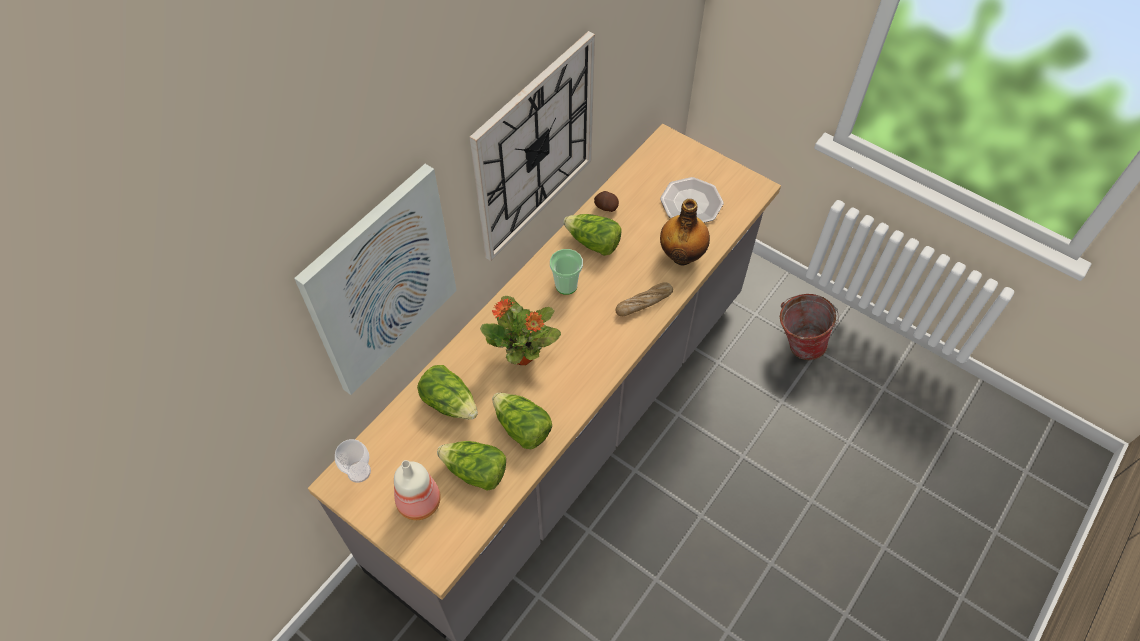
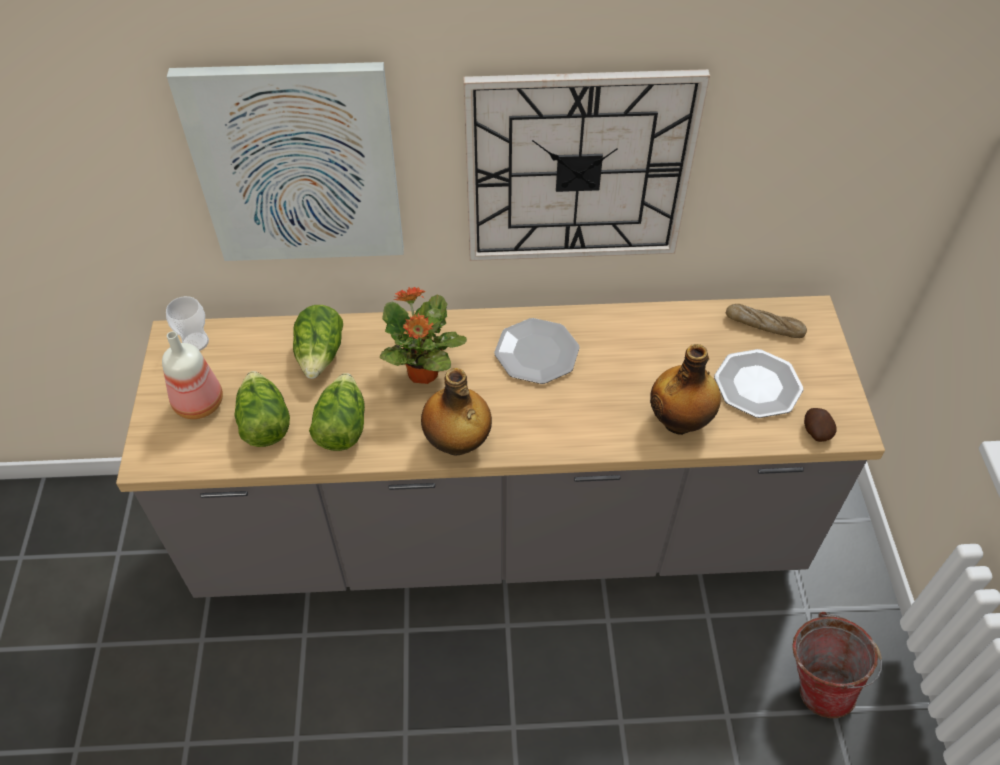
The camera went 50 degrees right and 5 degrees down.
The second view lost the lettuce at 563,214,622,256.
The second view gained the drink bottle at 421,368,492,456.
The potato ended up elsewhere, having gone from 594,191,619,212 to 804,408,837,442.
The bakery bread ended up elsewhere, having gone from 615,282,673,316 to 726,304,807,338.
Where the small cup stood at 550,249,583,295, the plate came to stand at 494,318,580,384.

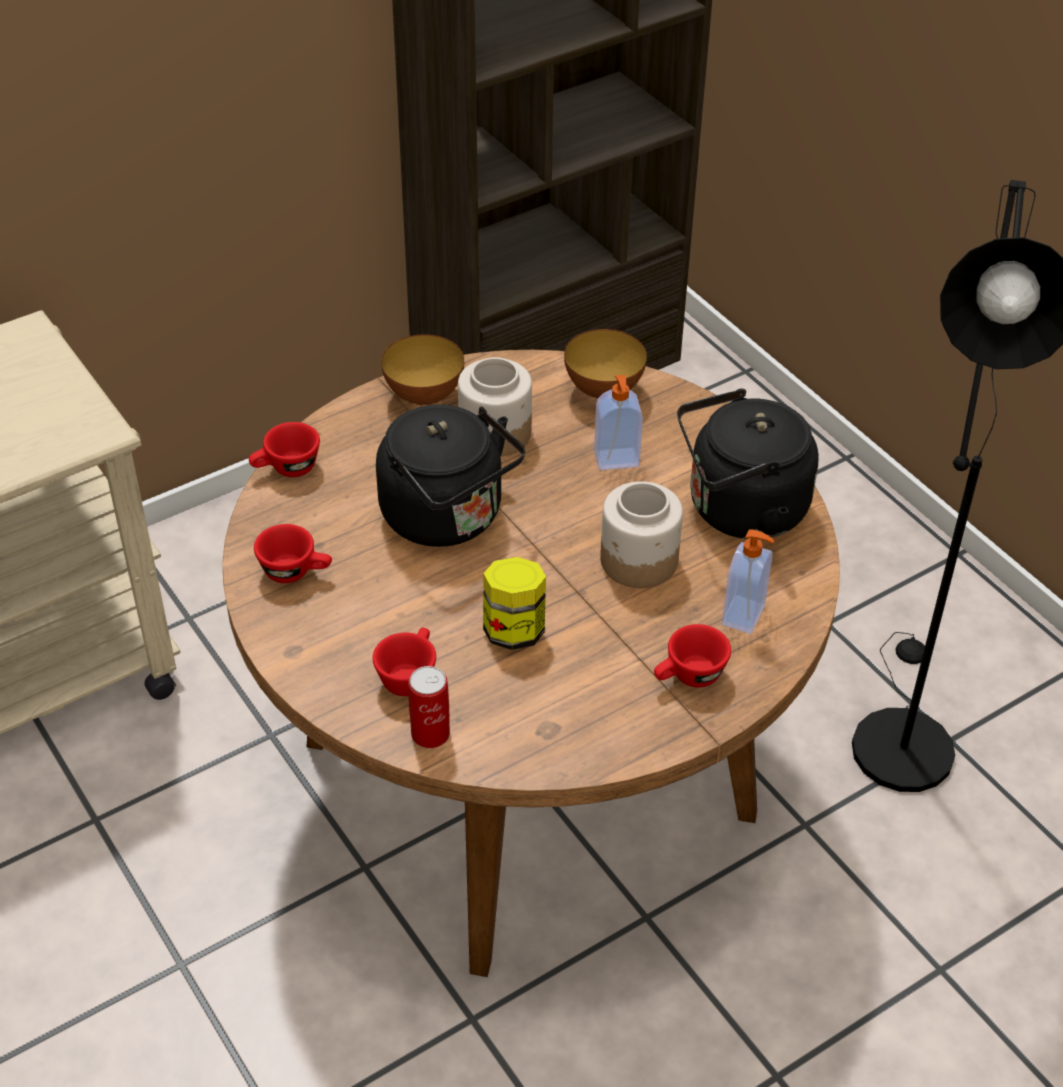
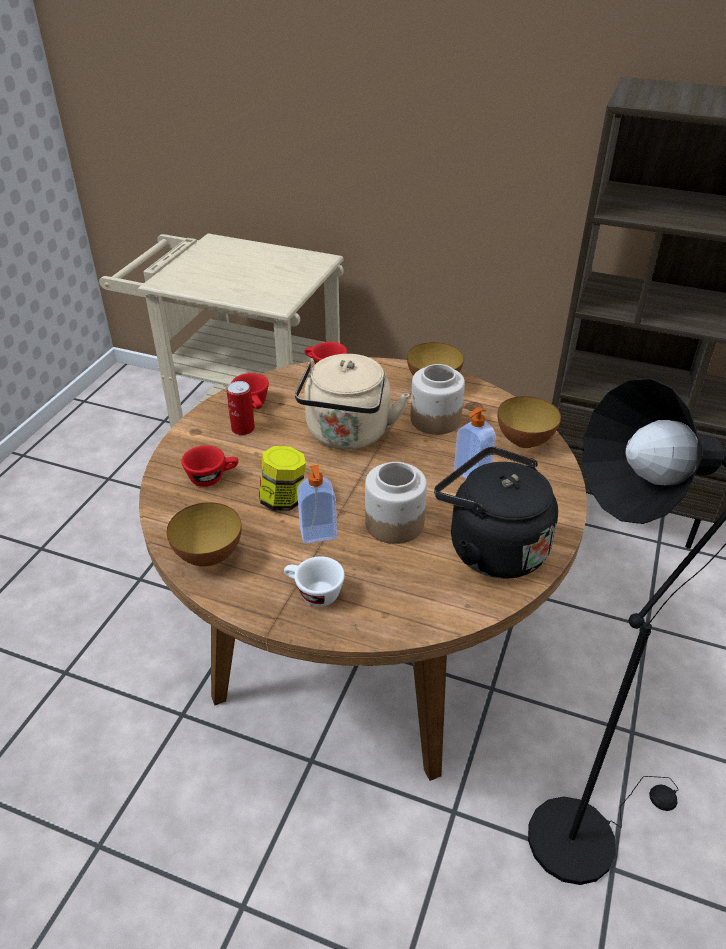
The camera went 55 degrees right and 5 degrees down.
The second view gained the bowl at 166,502,242,566.
The sealed can ended up elsewhere, having gone from 408,666,450,748 to 226,381,255,435.
The soap bottle ended up elsewhere, having gone from 722,529,775,634 to 297,465,337,544.
What was the black kettle at 376,405,525,547 turned into the beige kettle at 295,354,410,450.
What was the reddish small cup at 654,624,731,688 turned into the white small cup at 284,556,345,607.

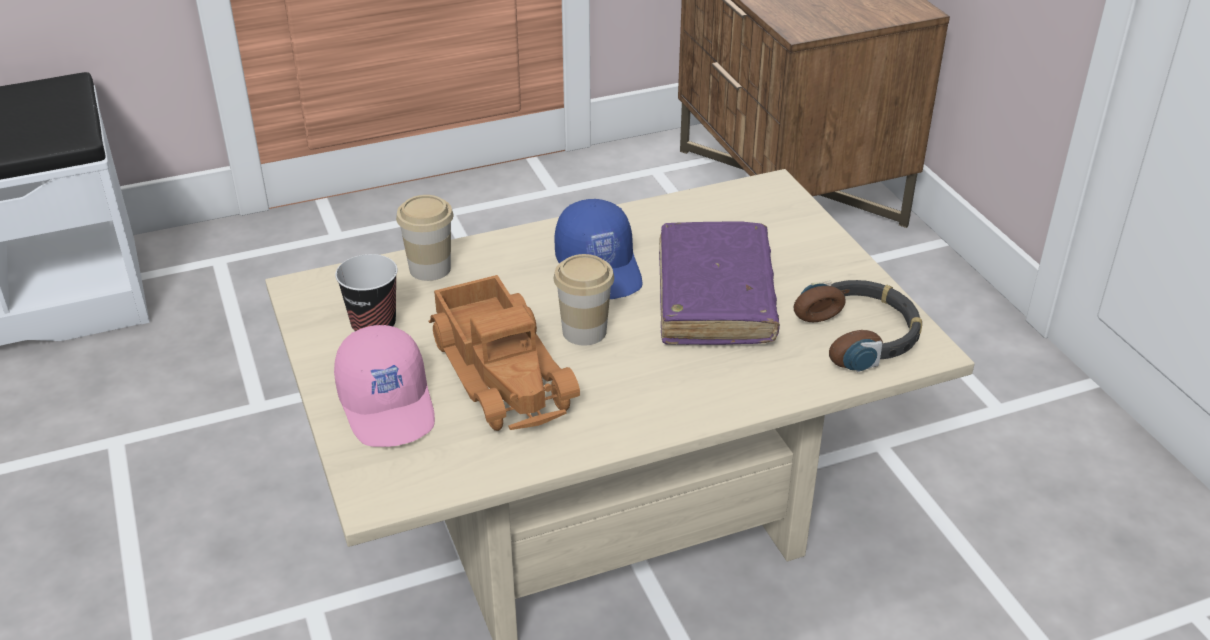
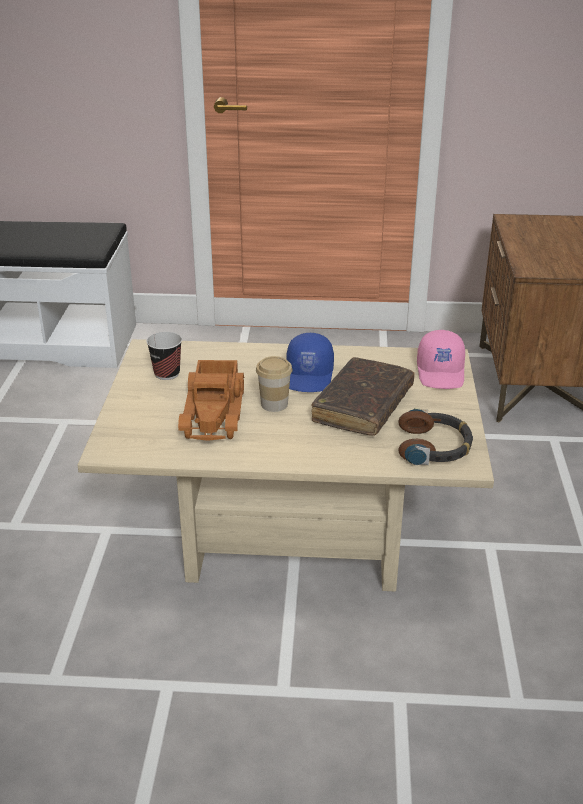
The camera went 25 degrees right and 5 degrees down.
The second view lost the small cup at 396,195,453,281.
The pinkish peaked cap ended up elsewhere, having gone from 334,325,435,447 to 417,330,465,389.
What was the purple bound book at 659,221,780,345 turned into the brownish bound book at 311,357,415,436.

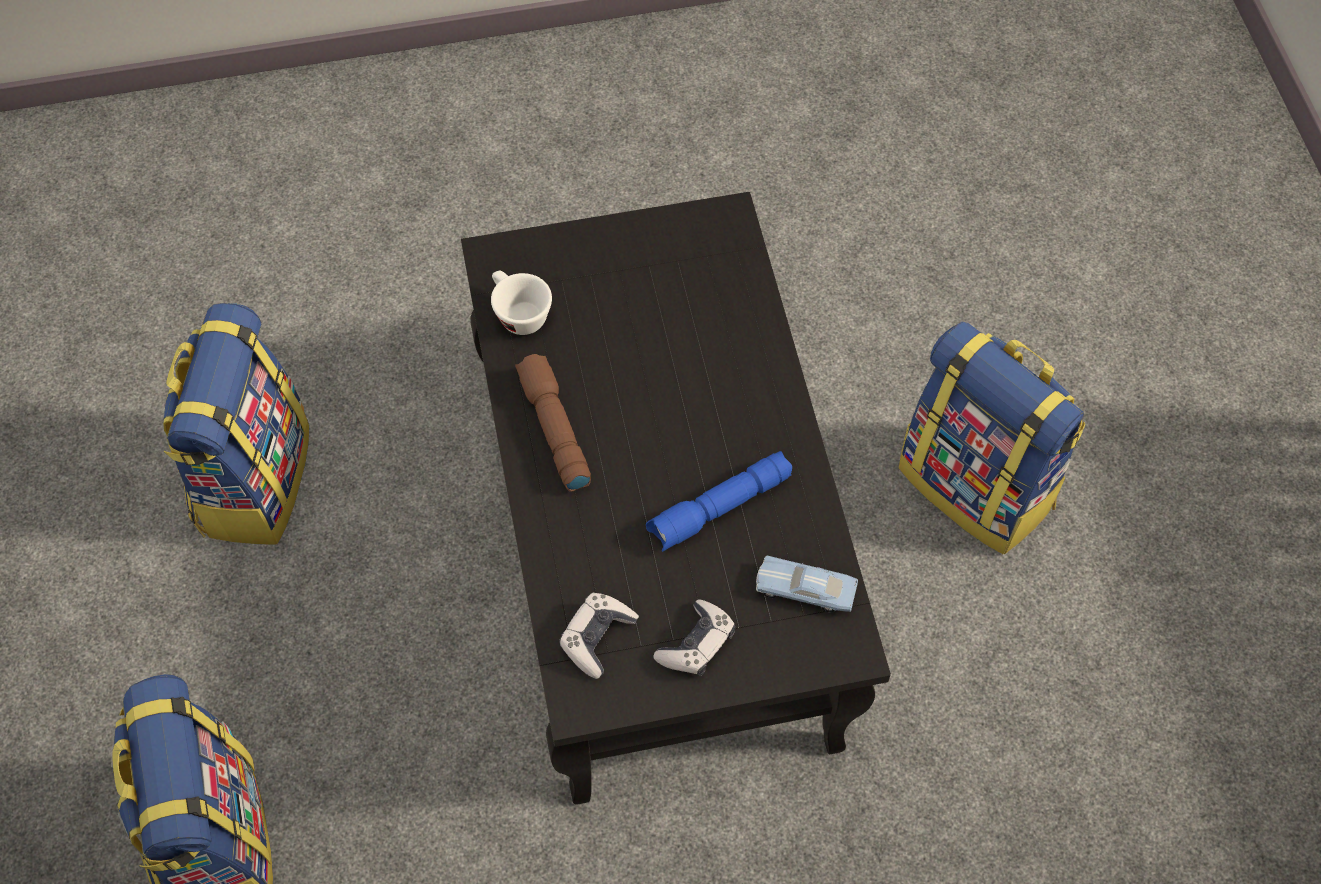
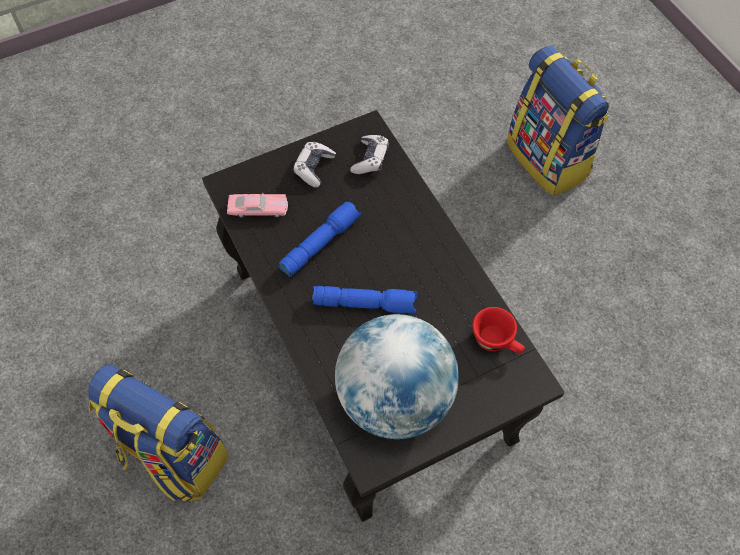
The camera went 165 degrees right and 0 degrees up.
The second view lost the backpack at 163,303,309,545.
The second view lost the brownish flashlight at 515,354,591,492.
The second view gained the blue-coloured flashlight at 312,286,417,313.
The second view gained the desk globe at 335,314,459,439.
What was the white small cup at 491,271,552,335 turned into the reddish small cup at 472,307,525,353.
What was the blue-coloured toy car at 756,556,858,612 turned into the pinkish toy car at 227,193,288,218.

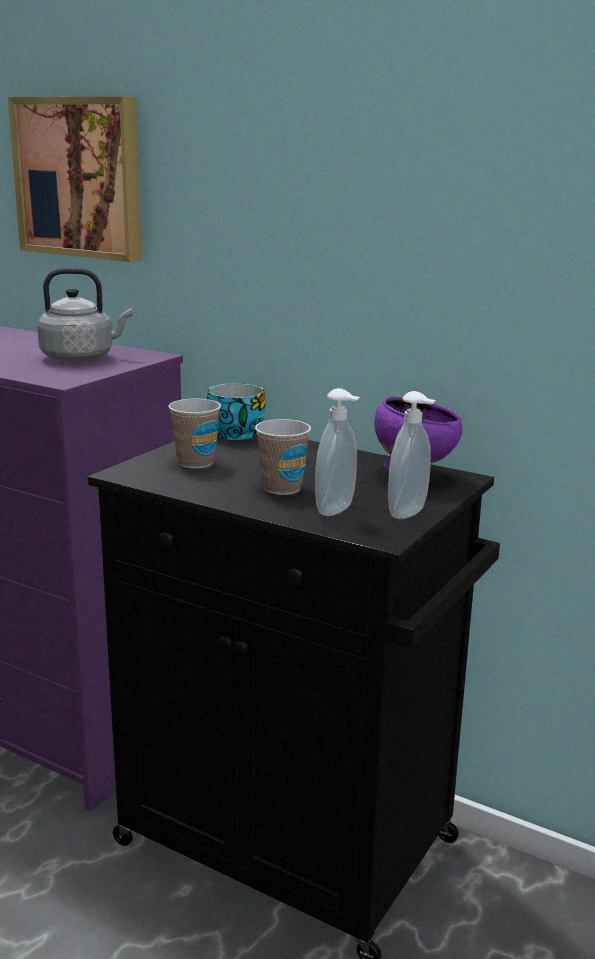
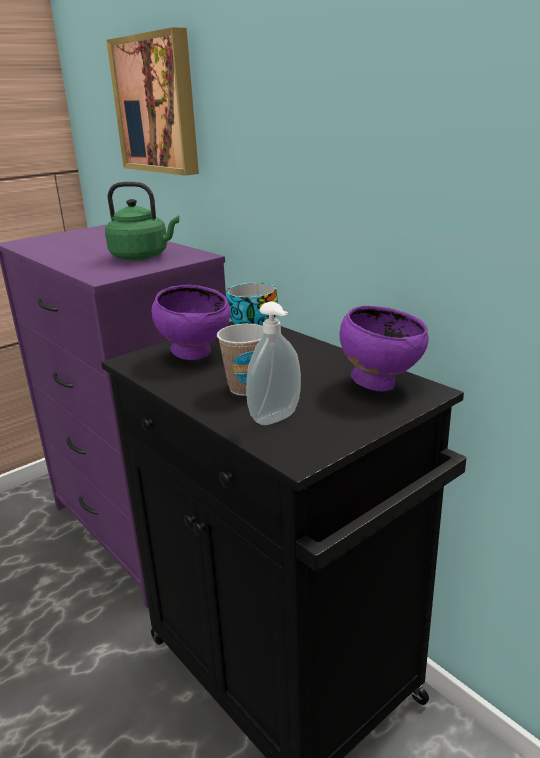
The camera went 20 degrees right and 5 degrees up.
The second view lost the soap bottle at 388,391,436,519.
Where the small cup stood at 168,399,221,469, the purple bowl came to stand at 151,285,231,360.
What was the greyish kettle at 37,268,132,362 turned into the green-coloured kettle at 105,182,179,260.

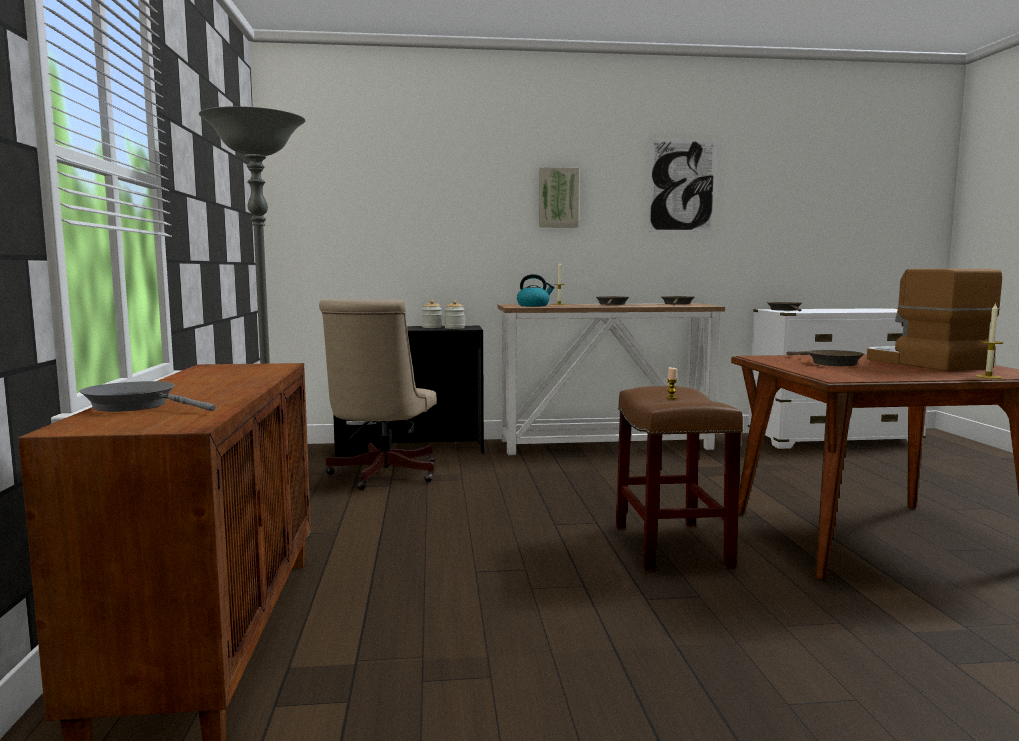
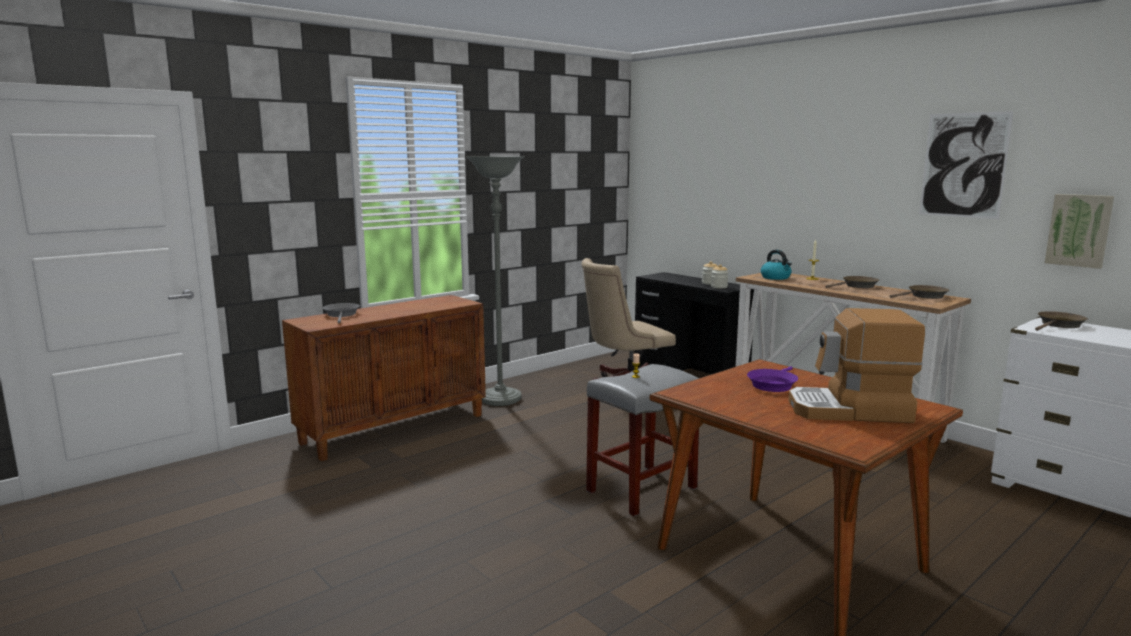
The camera went 55 degrees right and 5 degrees up.
The second view lost the candle at 975,303,1003,379.
The wall picture ended up elsewhere, having gone from 539,167,579,228 to 1045,194,1114,269.
What was the brownish sitting stool at 615,386,743,572 turned into the greyish sitting stool at 586,364,699,517.
What was the brownish pan at 786,350,864,366 turned into the purple pan at 747,366,798,392.
The coffee maker at 867,269,1002,371 ended up facing another way, 120 degrees counterclockwise from before.

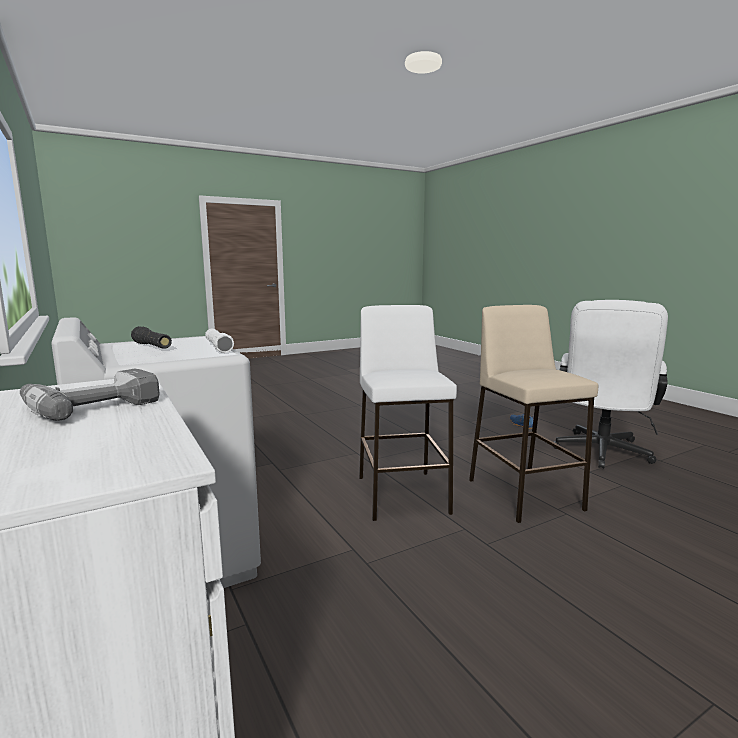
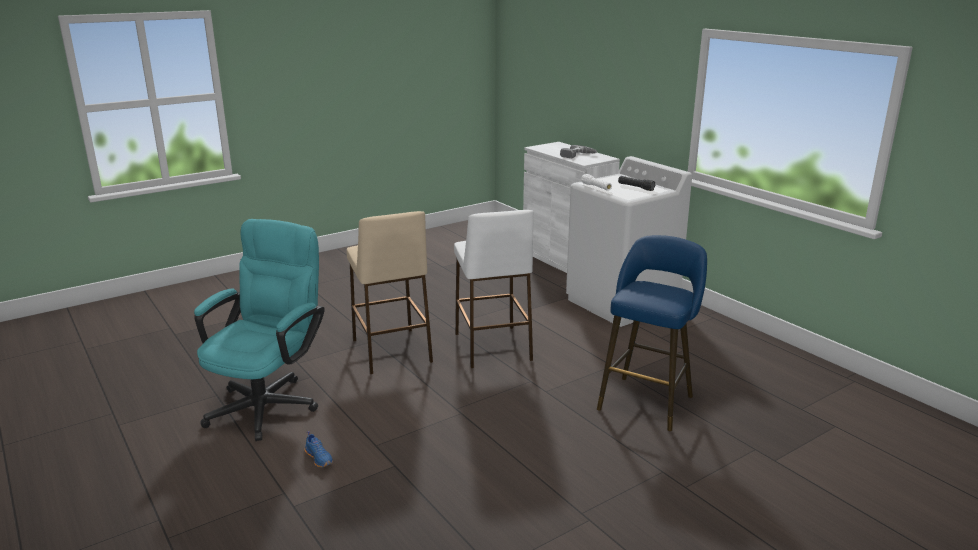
The camera went 175 degrees right and 10 degrees up.
The second view gained the blue-coloured sitting stool at 597,235,707,431.
What was the white computer chair at 553,300,668,468 turned into the blue-green computer chair at 194,219,325,441.

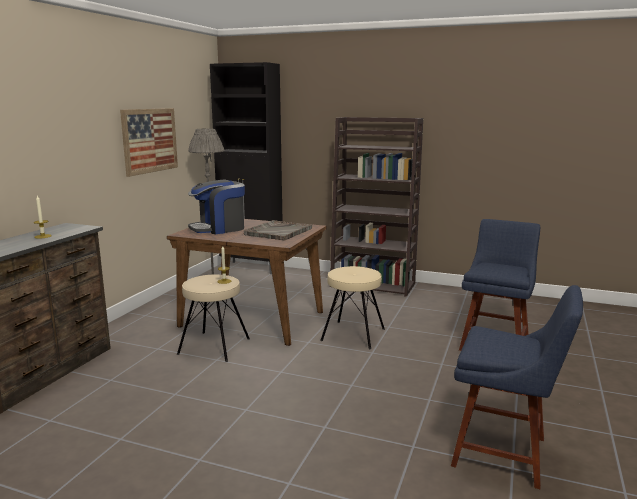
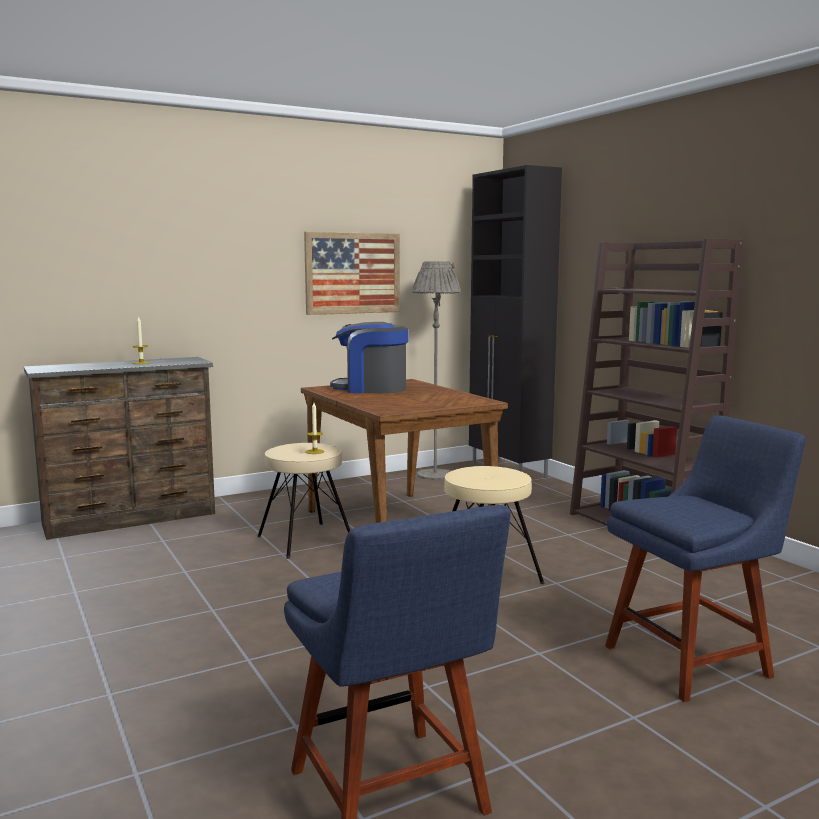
The camera went 40 degrees right and 5 degrees down.
The second view lost the greyish carrying tray at 244,220,312,241.

